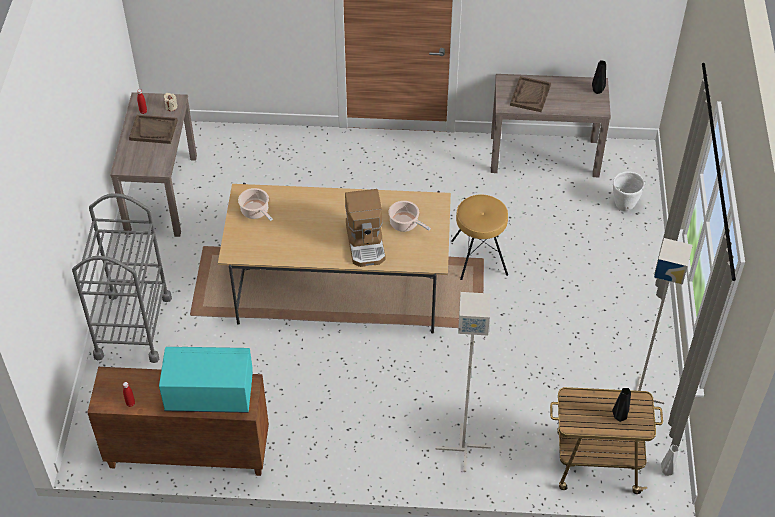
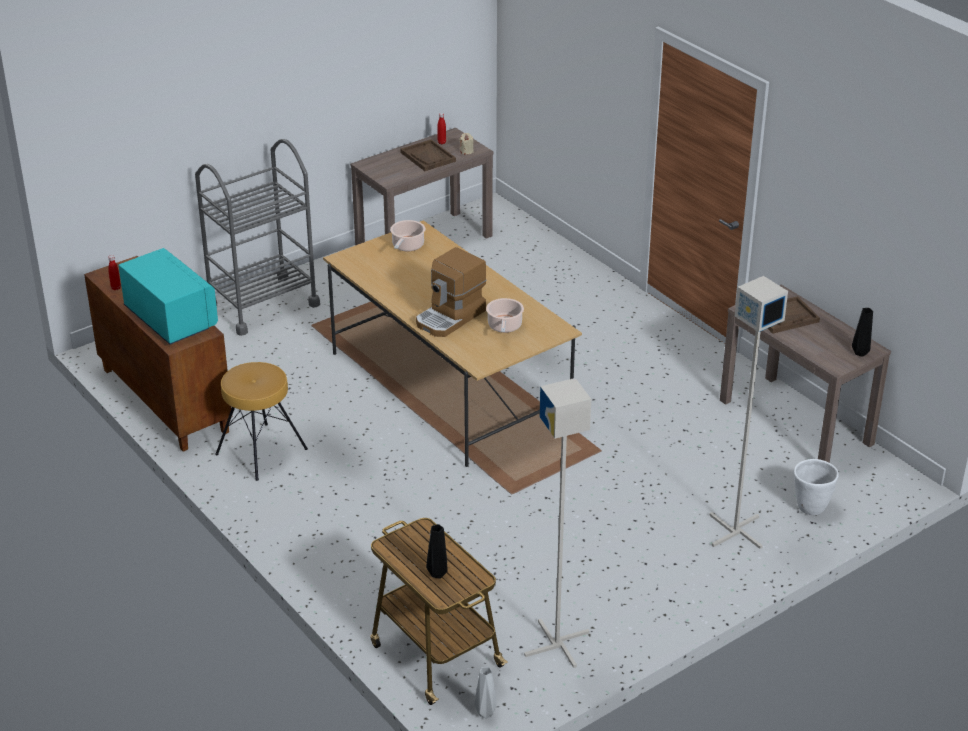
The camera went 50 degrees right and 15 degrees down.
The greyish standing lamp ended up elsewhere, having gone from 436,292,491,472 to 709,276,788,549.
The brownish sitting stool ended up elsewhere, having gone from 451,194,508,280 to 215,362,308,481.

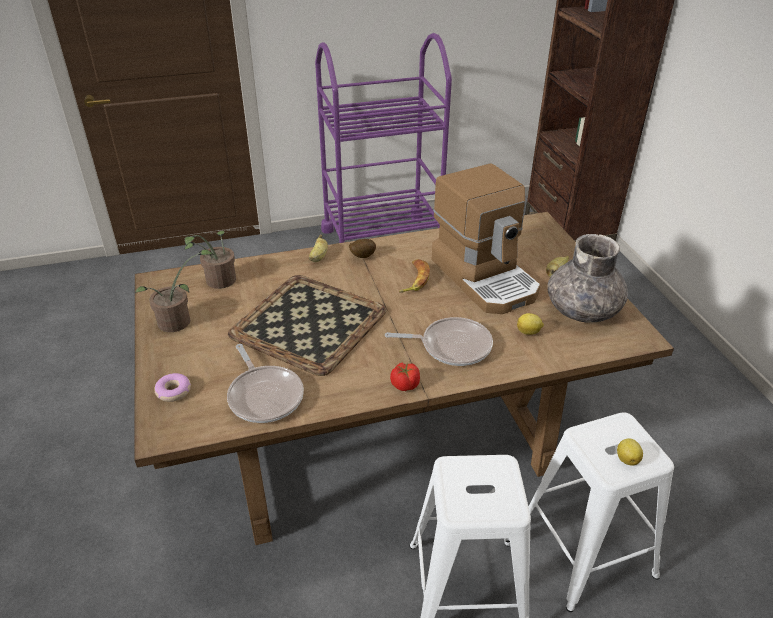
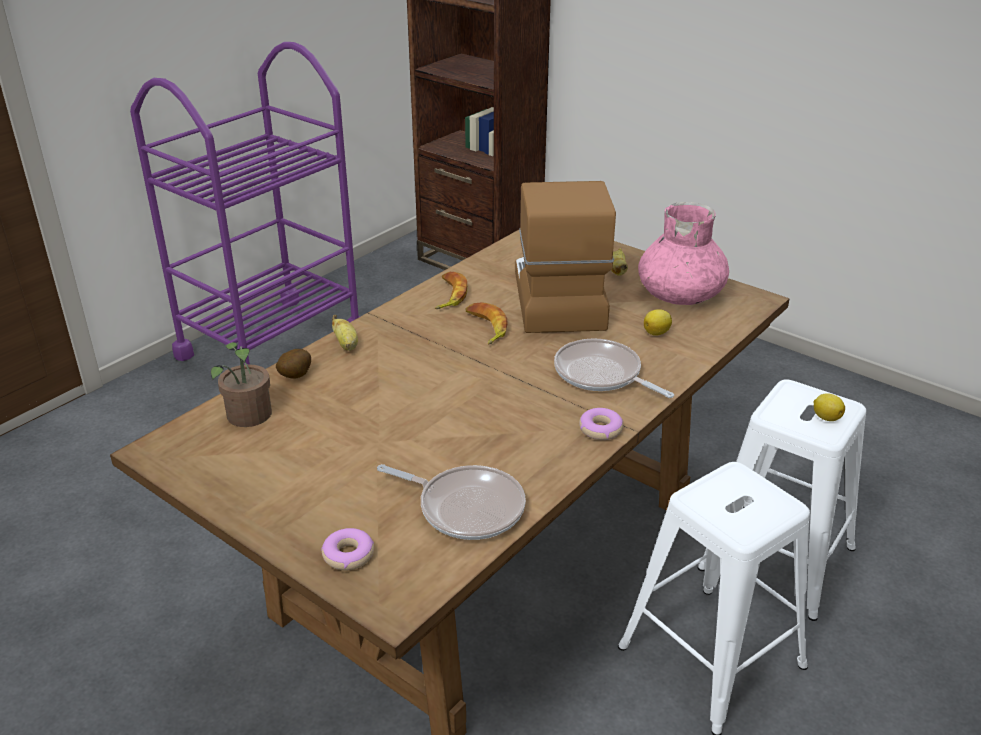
The camera went 35 degrees left and 5 degrees down.
The second view lost the plant in a pot at 135,249,214,332.
The second view lost the carrying tray at 228,275,386,376.
The second view gained the whole banana at 435,272,467,309.
The potato ended up elsewhere, having gone from 349,239,376,258 to 276,349,311,379.
Where the whole tomato stood at 390,363,420,391, the ring doughnut came to stand at 579,408,624,440.
What was the greyish vase at 547,234,628,322 turned into the pinkish vase at 638,202,729,305.
The pan at 385,317,493,366 ended up facing another way, 105 degrees counterclockwise from before.
The coffee maker at 431,163,540,314 ended up facing another way, 120 degrees counterclockwise from before.

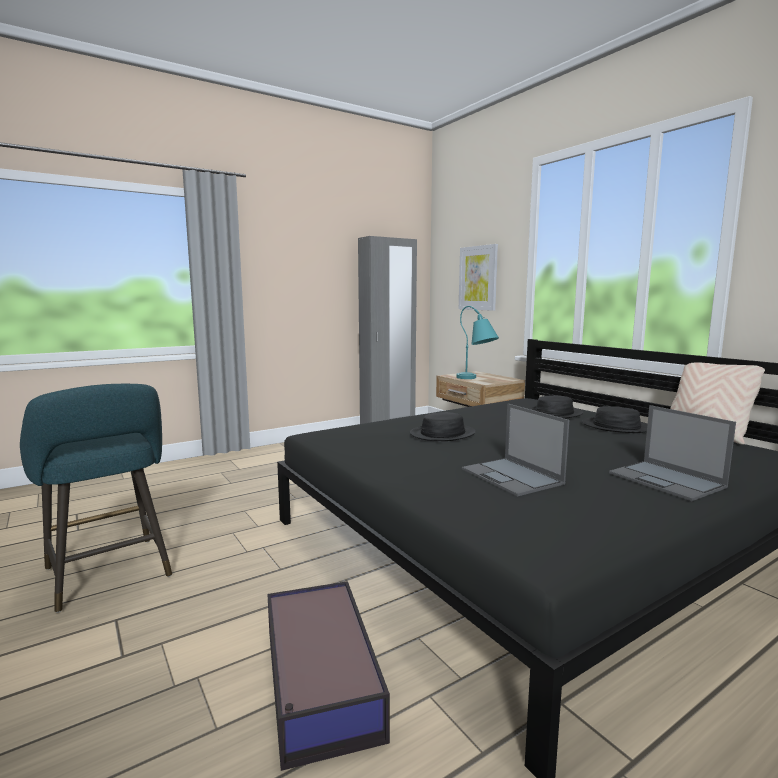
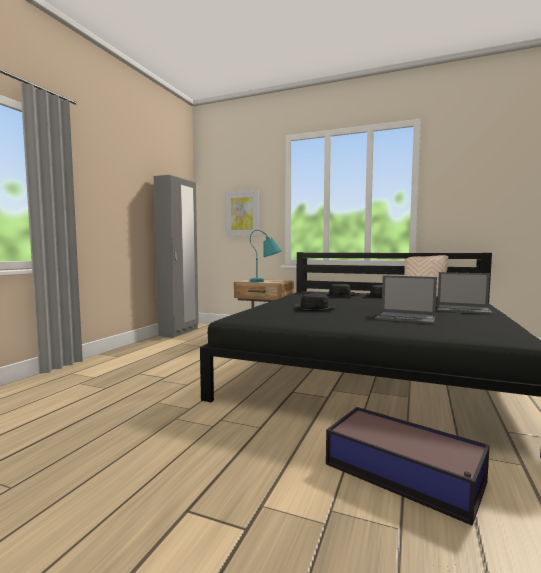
The camera went 35 degrees left and 5 degrees down.
The second view lost the blue-green sitting stool at 20,384,172,613.

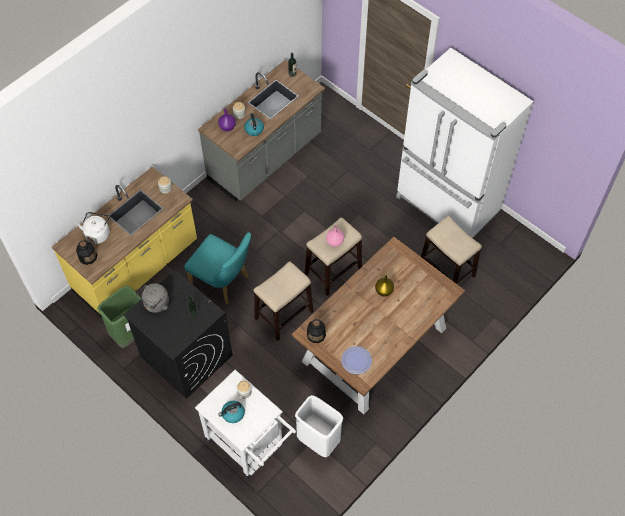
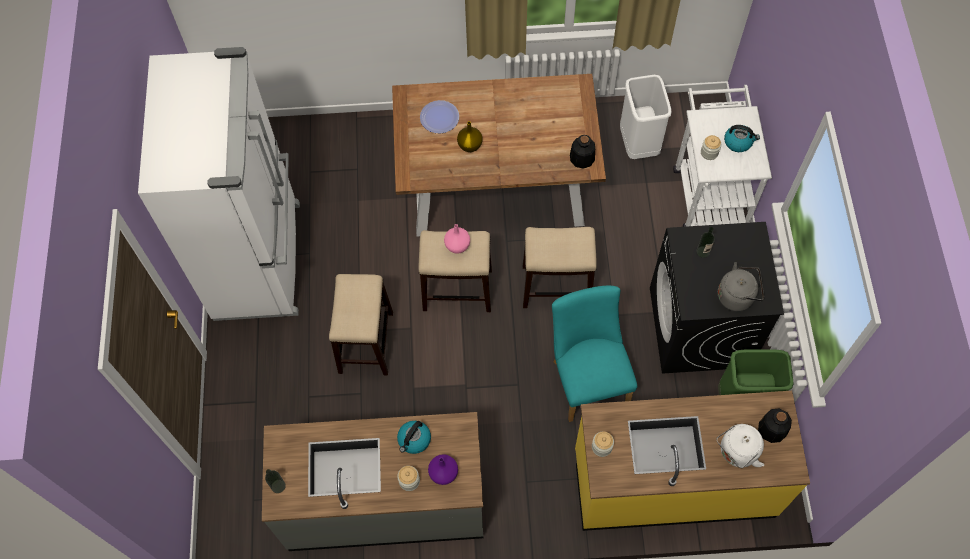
The camera went 135 degrees left and 5 degrees up.
The plate ended up elsewhere, having gone from 341,346,372,374 to 420,100,459,133.
The sitting stool ended up elsewhere, having gone from 421,216,482,284 to 329,274,393,375.

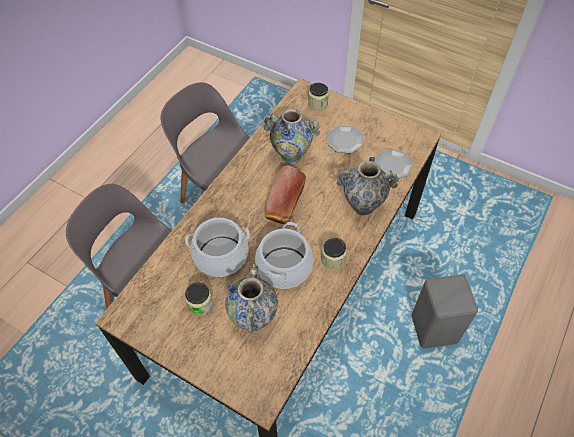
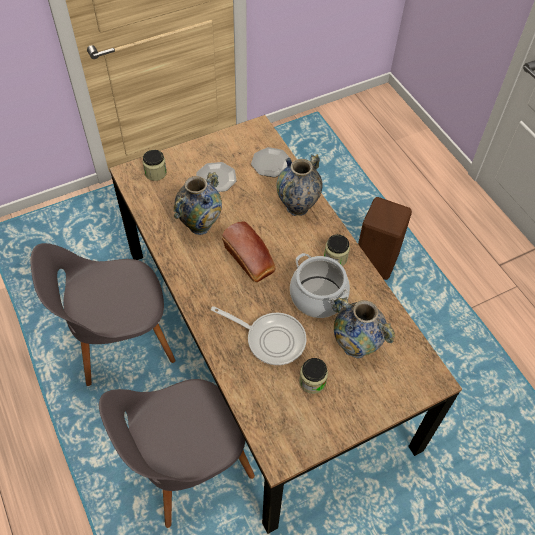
The camera went 60 degrees left and 0 degrees up.
Where the stockpot stood at 185,218,250,277, the pan came to stand at 211,306,307,366.
What was the greyish sitting stool at 412,274,478,348 turned into the brownish sitting stool at 358,197,412,280.

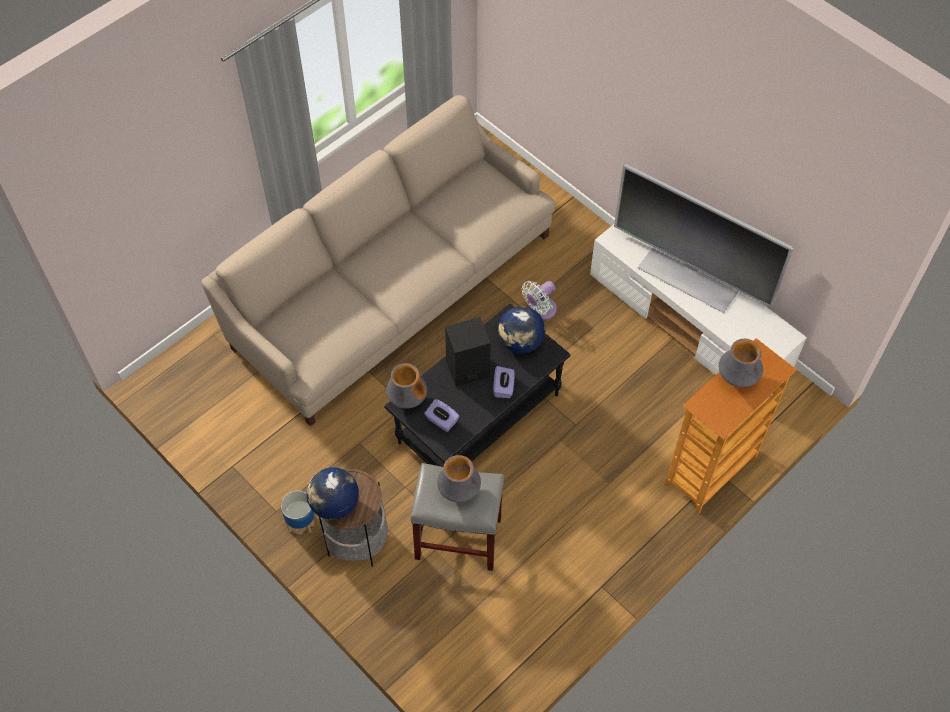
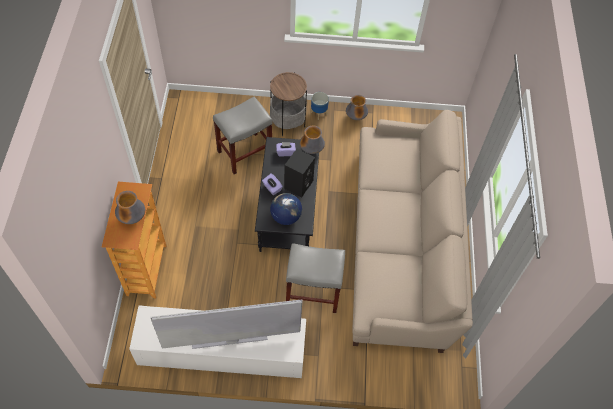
The camera went 135 degrees right and 0 degrees up.
The second view lost the desk globe at 306,467,359,520.
The vase ended up elsewhere, having gone from 437,455,481,502 to 346,94,368,120.
Where the white fan stood at 522,281,557,320, the greyish sitting stool came to stand at 286,243,345,313.

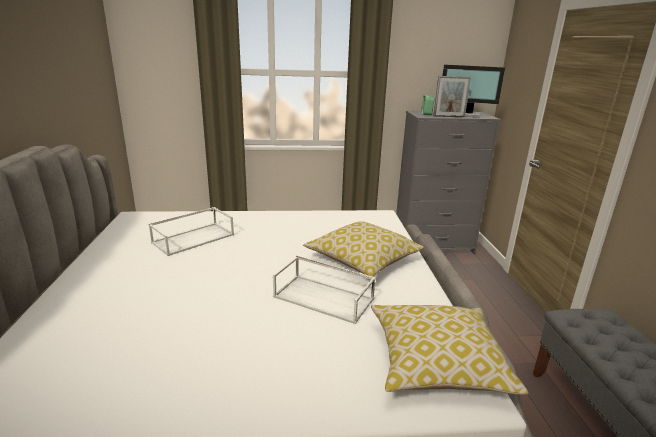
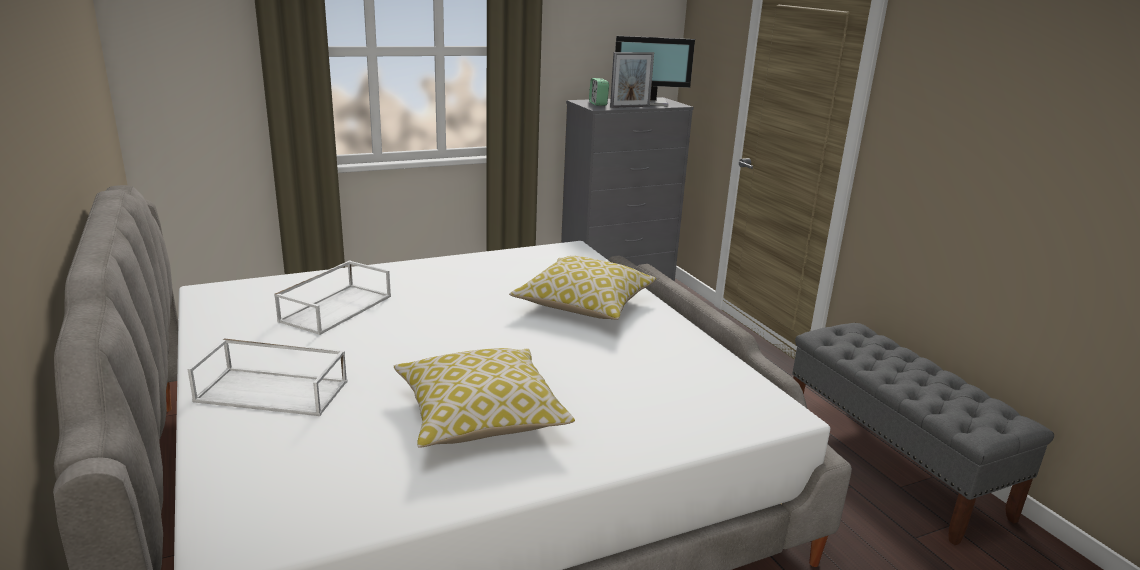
The camera went 20 degrees left and 0 degrees up.
The white carrying tray ended up elsewhere, having gone from 273,256,376,324 to 188,338,348,416.
The throw pillow ended up elsewhere, having gone from 371,305,529,395 to 394,348,575,448.

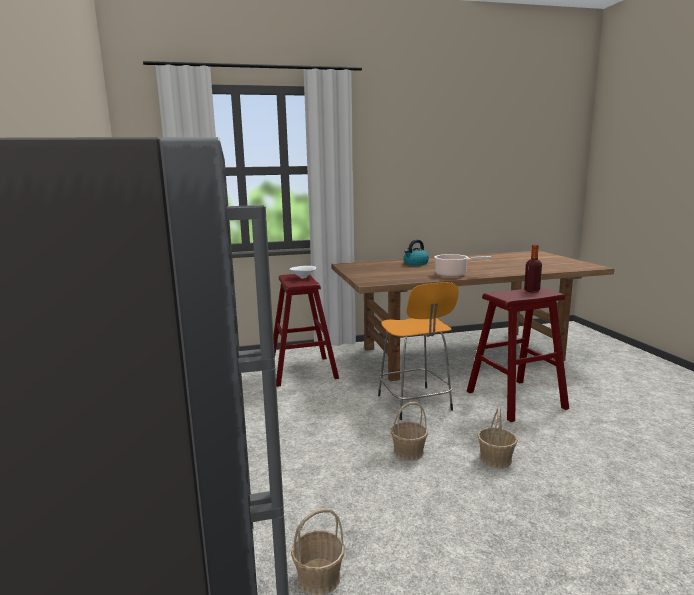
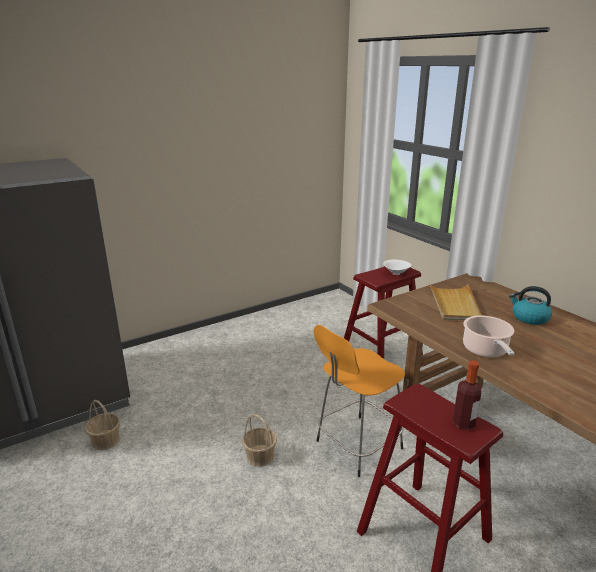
The camera went 70 degrees right and 10 degrees up.
The second view lost the household basket at 477,407,518,468.
The second view gained the beige carrying tray at 429,283,482,320.

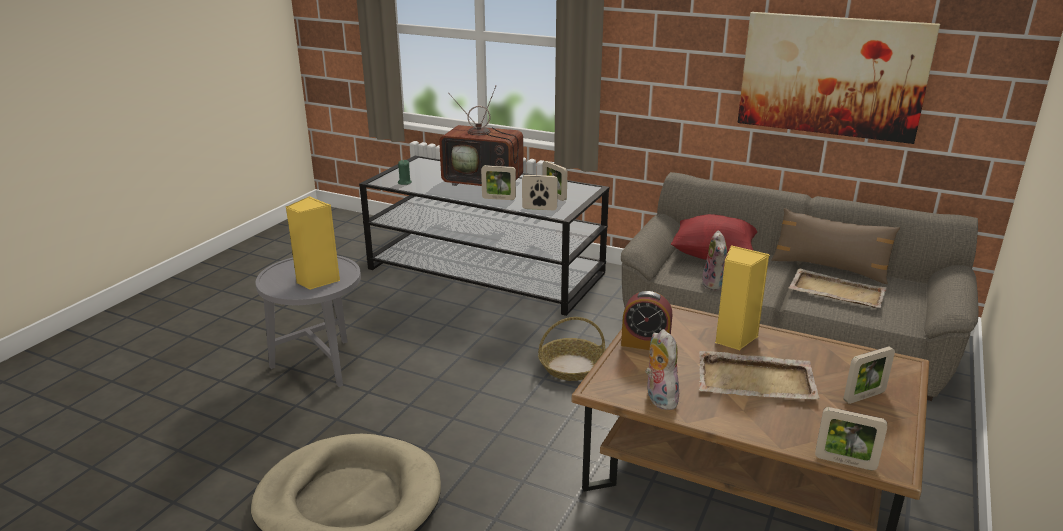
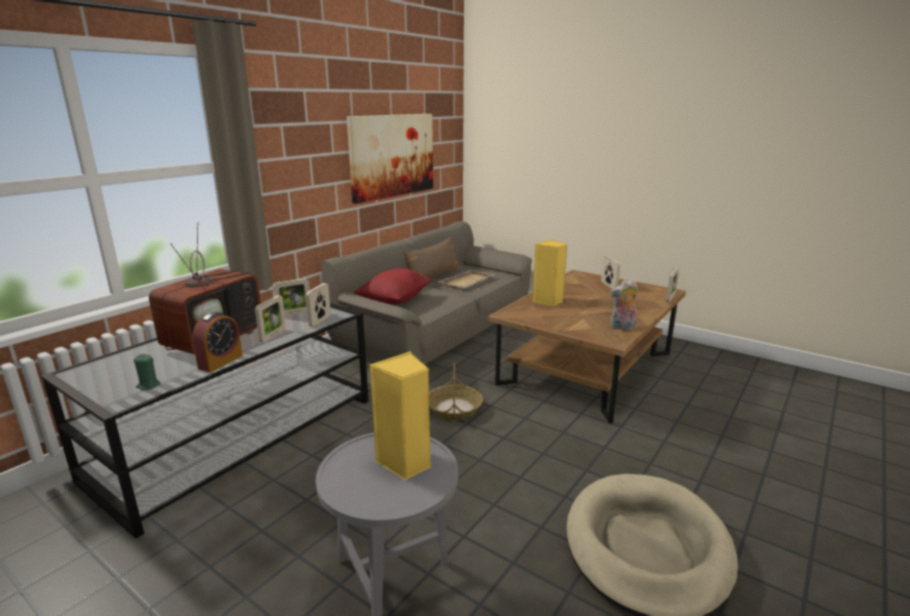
The camera went 80 degrees left and 5 degrees down.
The second view lost the beige carrying tray at 699,351,820,400.
The second view lost the cuddly toy at 702,230,727,290.
The table clock ended up elsewhere, having gone from 621,291,672,350 to 192,312,243,372.

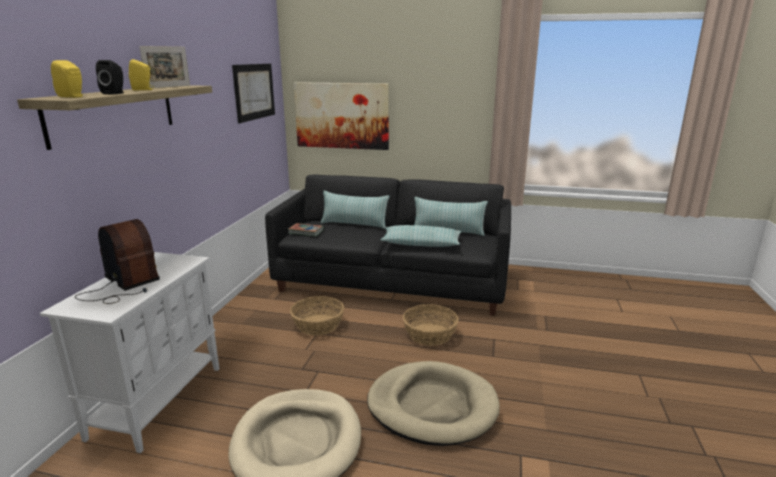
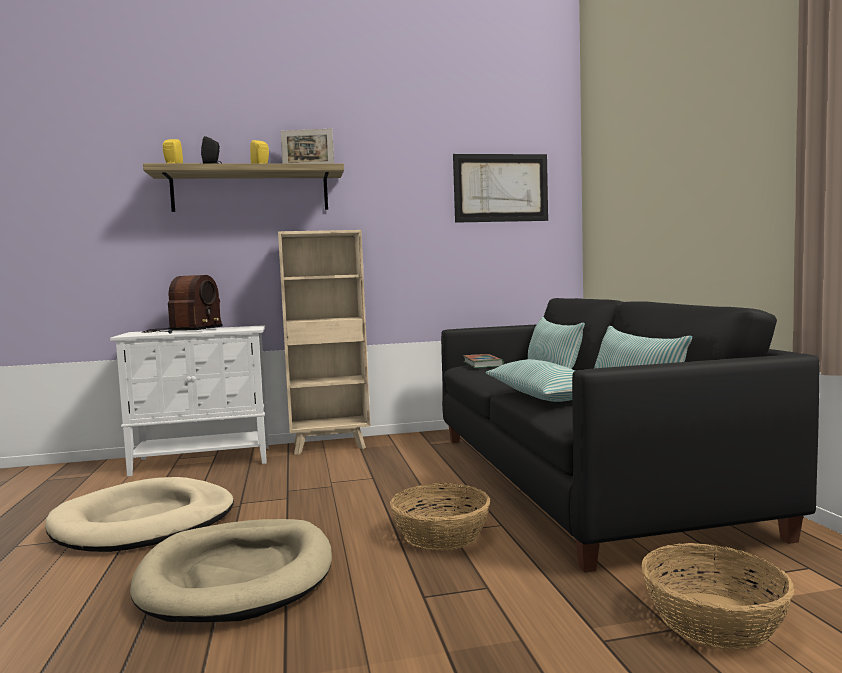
The camera went 65 degrees right and 15 degrees down.
The second view lost the wall picture at 294,82,389,150.
The second view gained the beige bookcase at 278,230,370,455.
The household basket ended up elsewhere, having gone from 290,296,344,335 to 641,543,794,650.

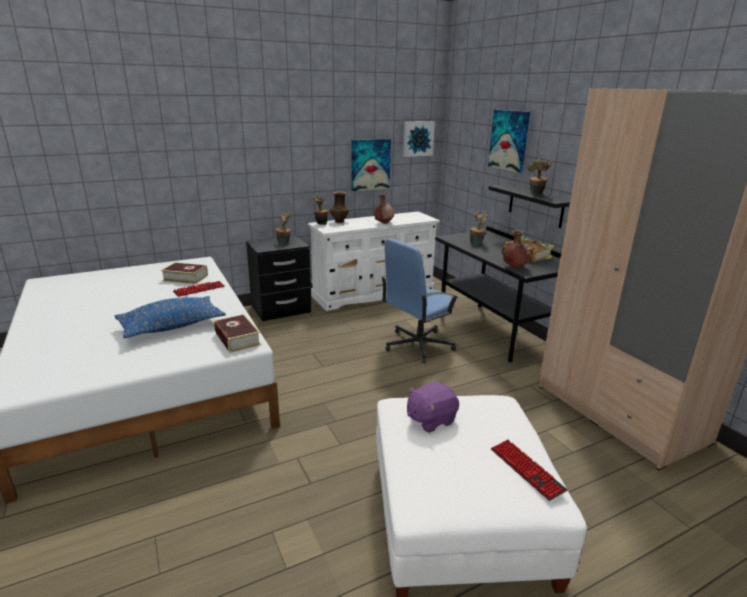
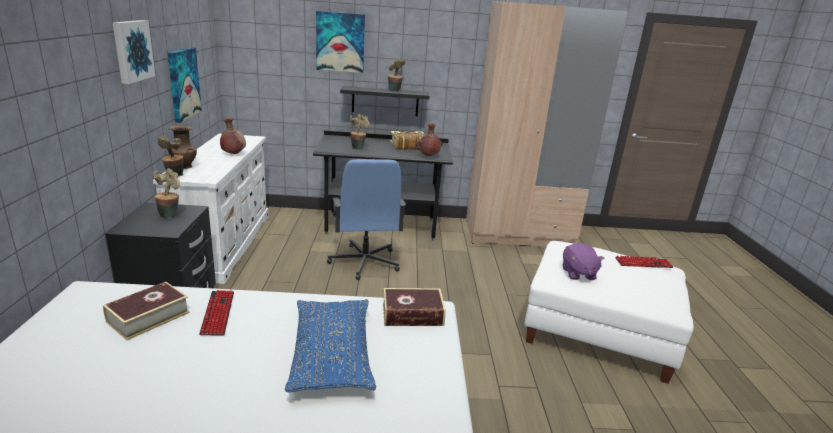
The camera went 65 degrees left and 0 degrees up.
The wall picture ended up elsewhere, having gone from 403,121,435,157 to 113,20,155,84.

